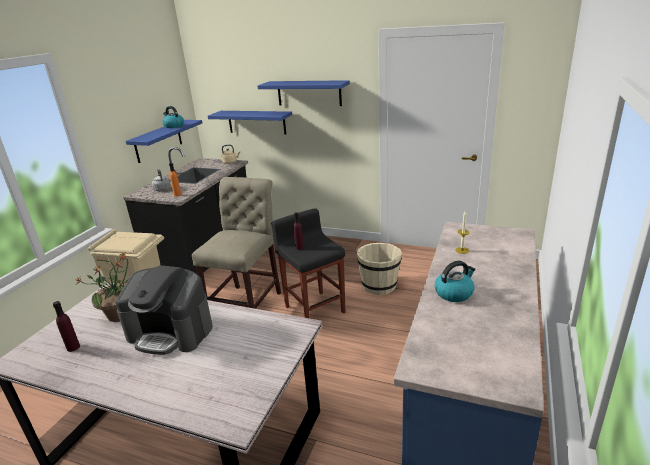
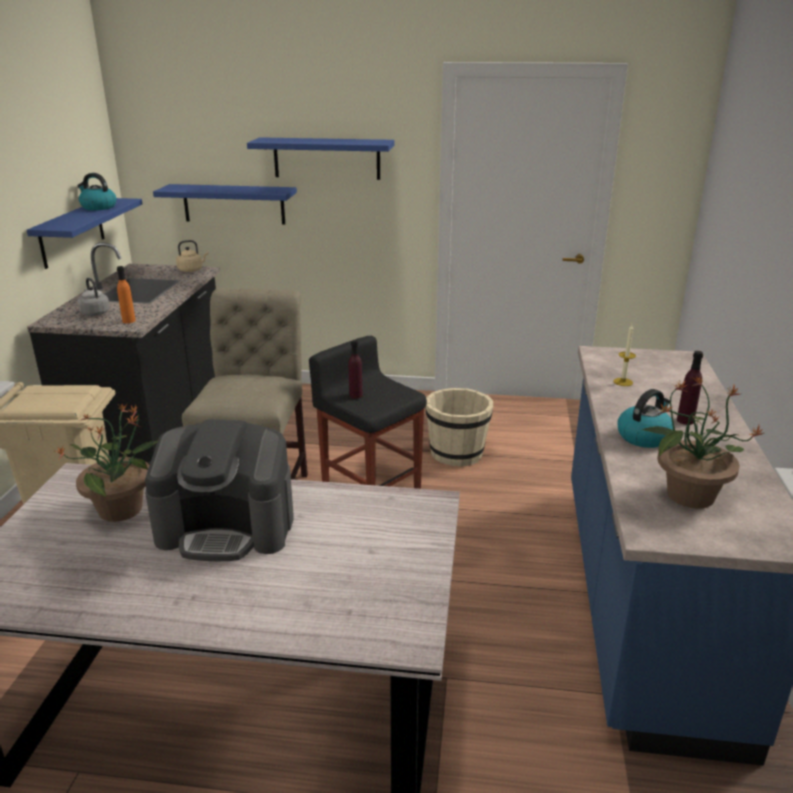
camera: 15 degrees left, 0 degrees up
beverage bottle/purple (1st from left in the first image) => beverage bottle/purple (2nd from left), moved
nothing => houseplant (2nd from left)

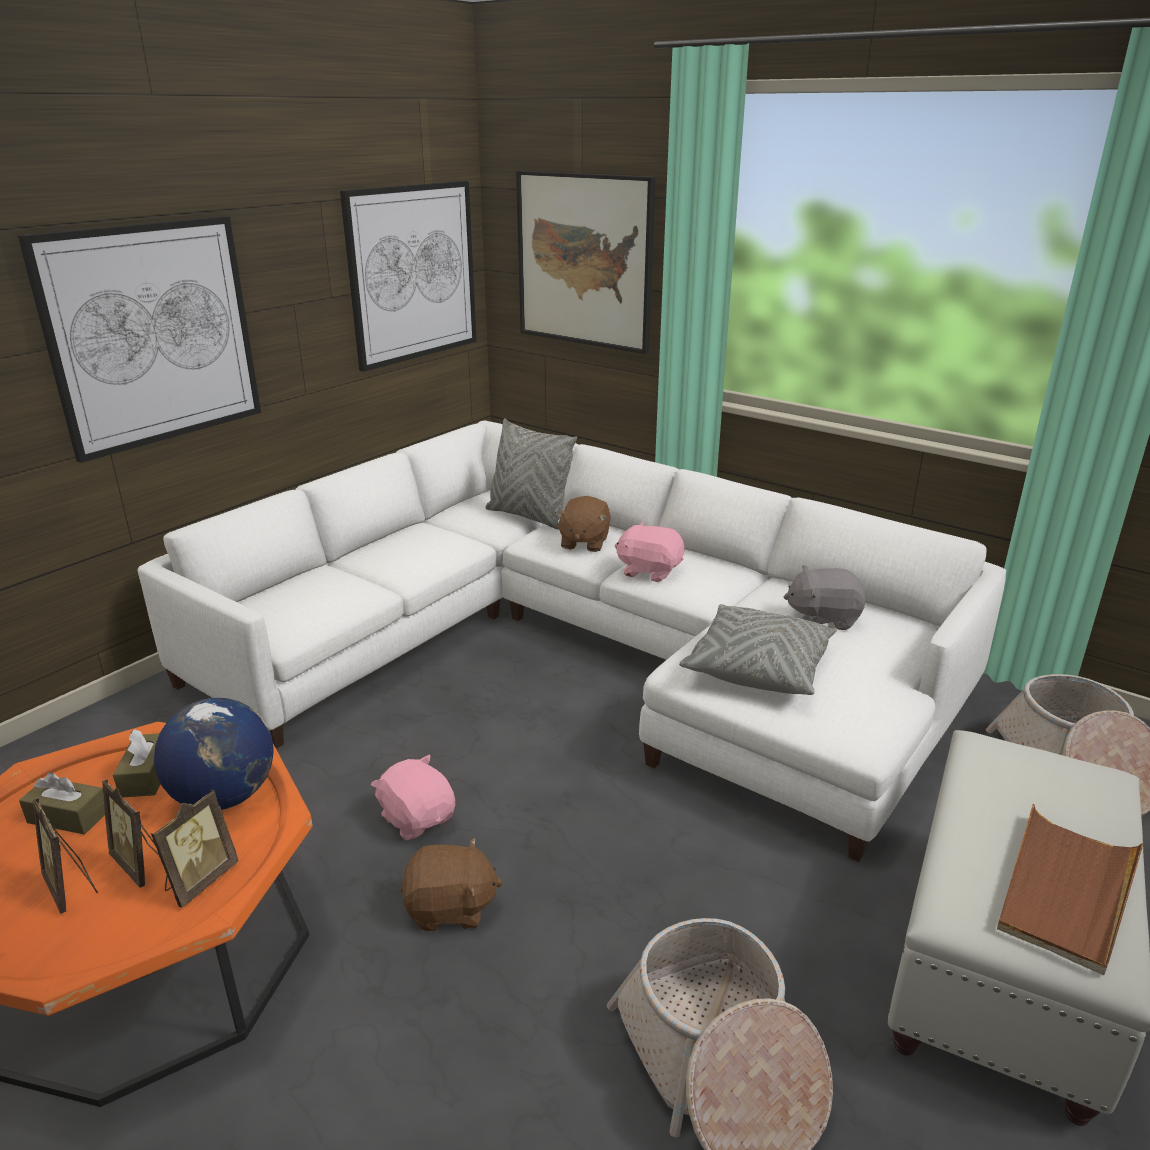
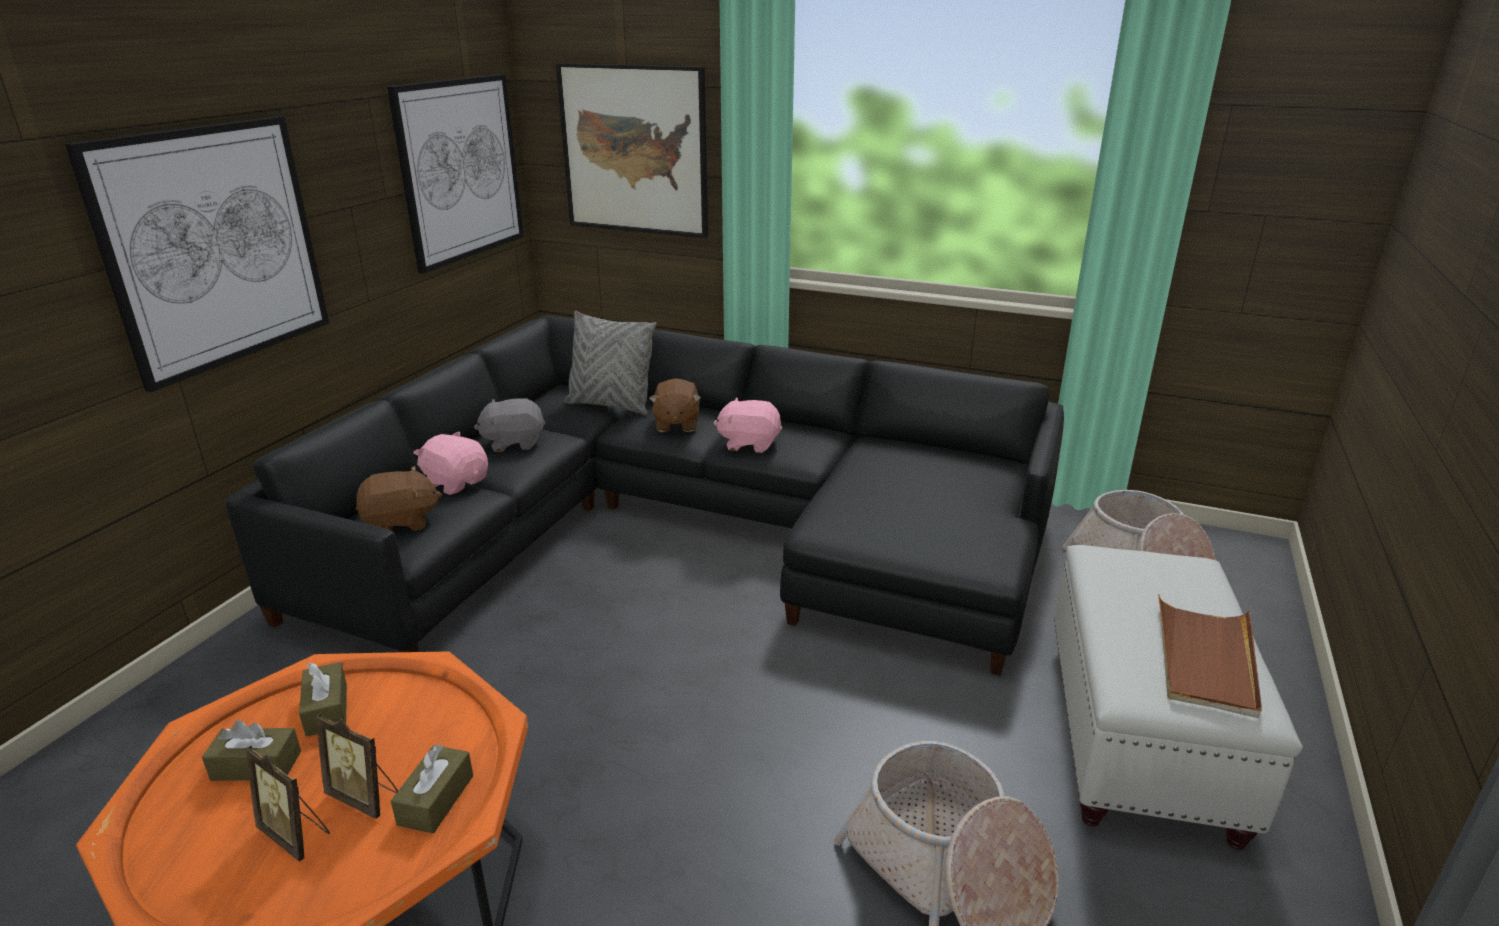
camera: 15 degrees left, 0 degrees up
settee/whitish => settee/black
standing frame (3rd from left) => tissue holder/brown (3rd from left)
desk globe => nothing
soft toy/pink (1st from left), moved
soft toy/brown (1st from left), moved
pillow/grey (2nd from left) => nothing
soft toy/grey, moved

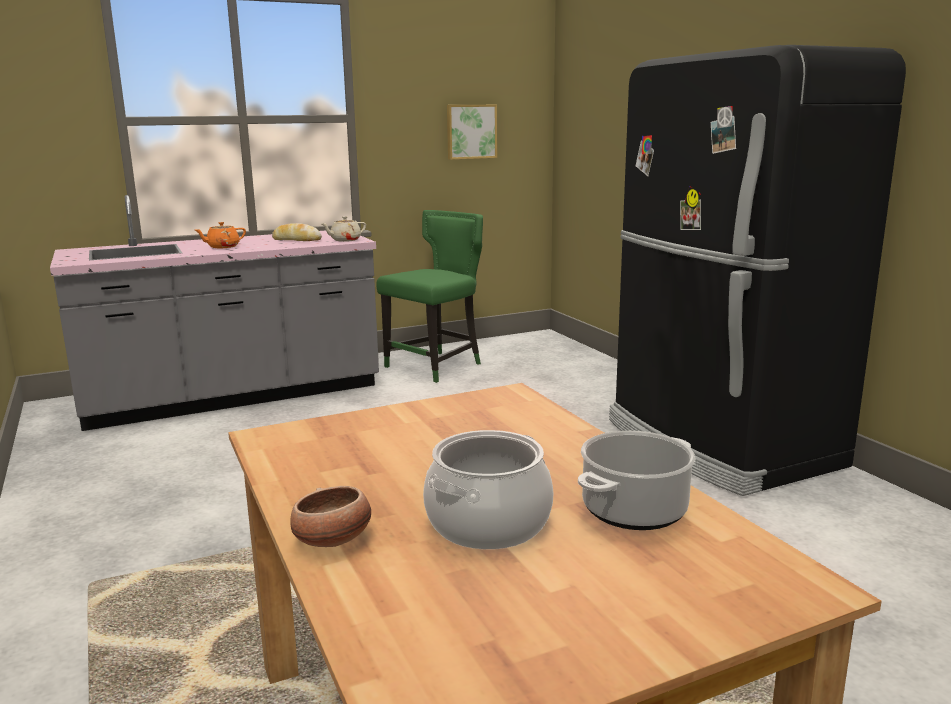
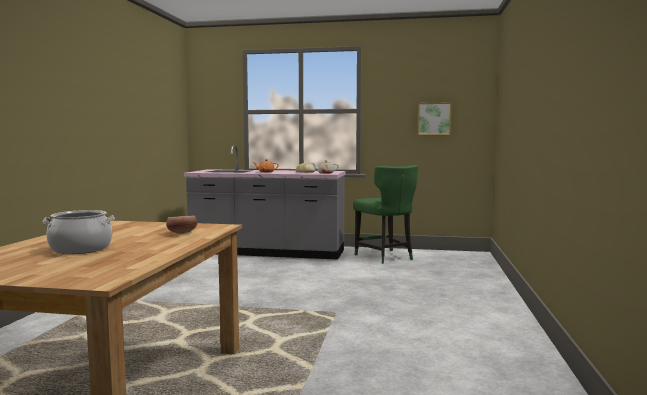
camera: 35 degrees right, 10 degrees down
bowl, moved
upright chair/green, 75 degrees clockwise
saucepot (2nd from left) => nothing
fridge/black => nothing

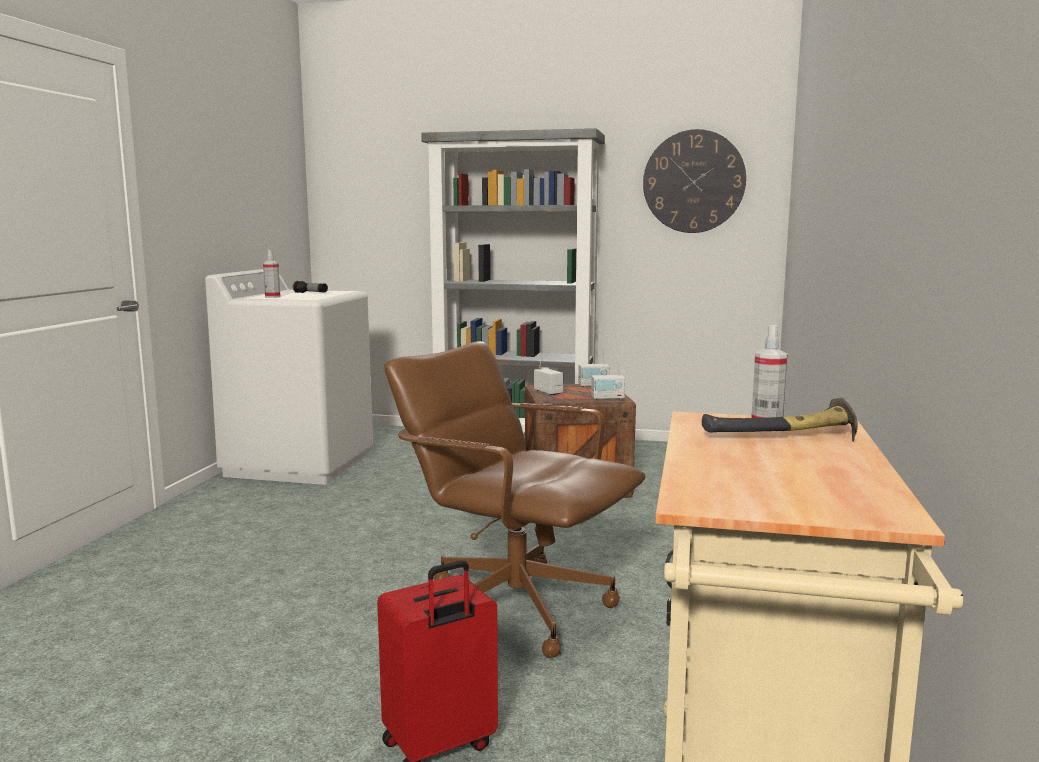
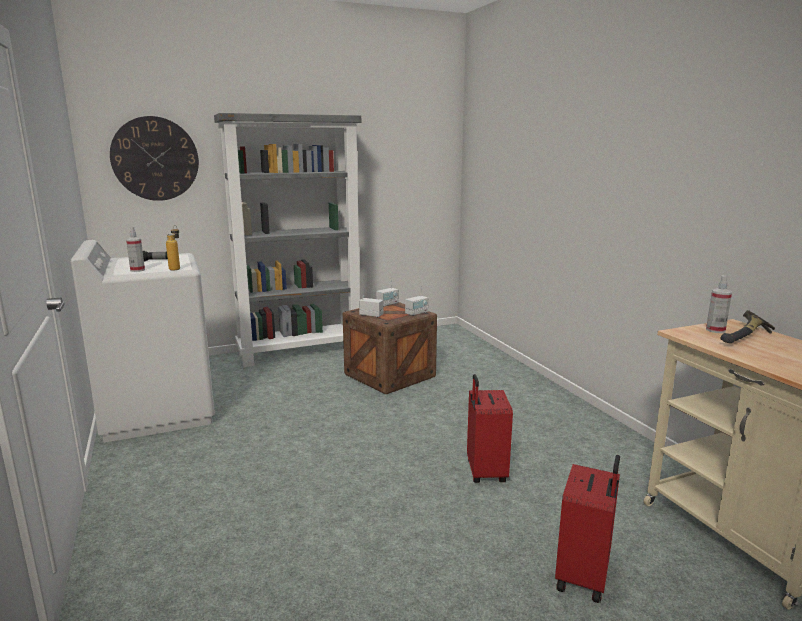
camera: 35 degrees left, 5 degrees up
computer chair/brown => piece of luggage/red-coloured (1st from left)
hanging clock, moved
nothing => beverage bottle

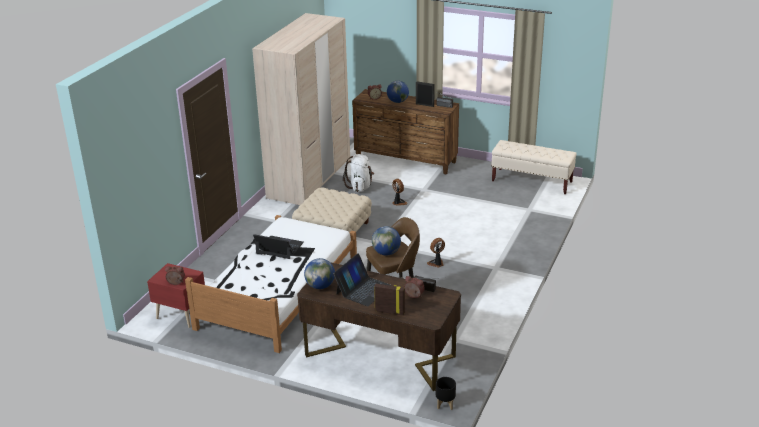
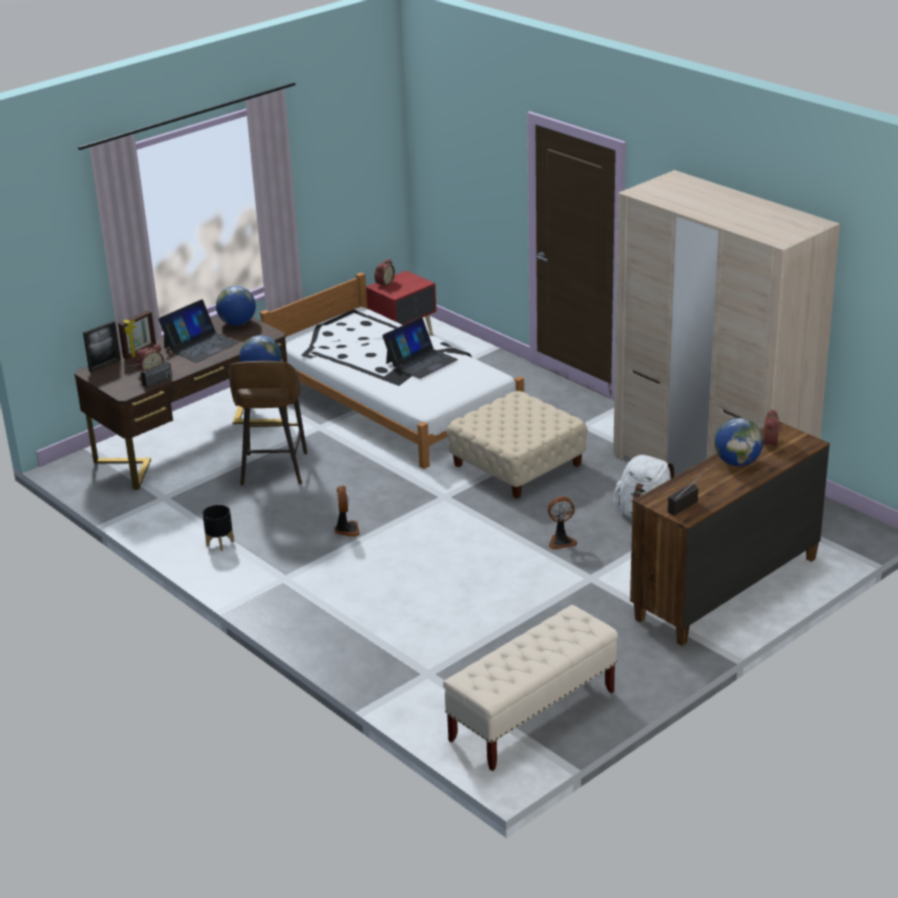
camera: 115 degrees right, 0 degrees up
portable computer (2nd from left in the first image) => portable computer (1st from left), 105 degrees counterclockwise
standing frame (2nd from left in the first image) => standing frame (1st from left), moved
planter/black, moved

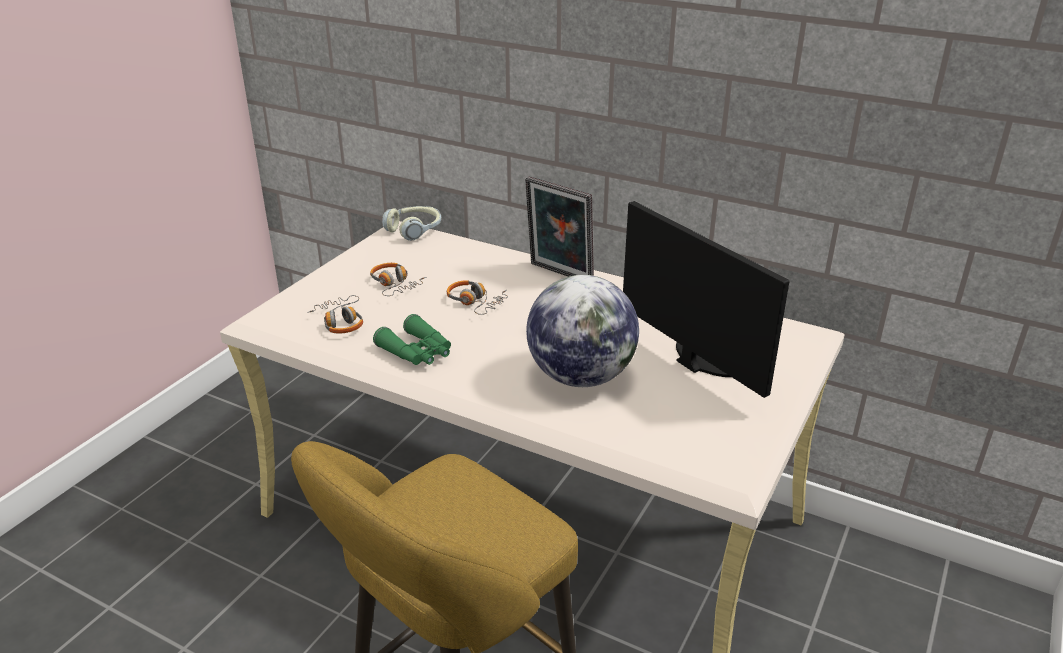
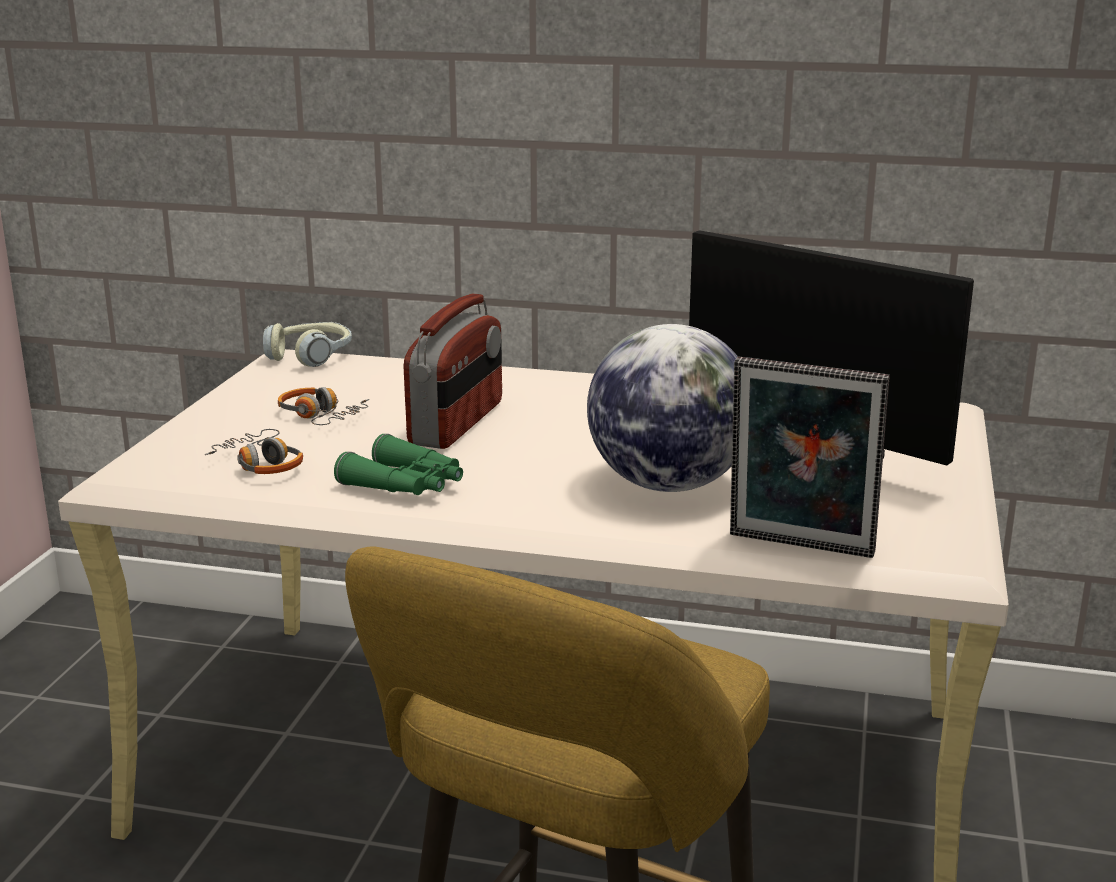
camera: 15 degrees left, 10 degrees down
headset (4th from left) => radio receiver
standing frame, moved

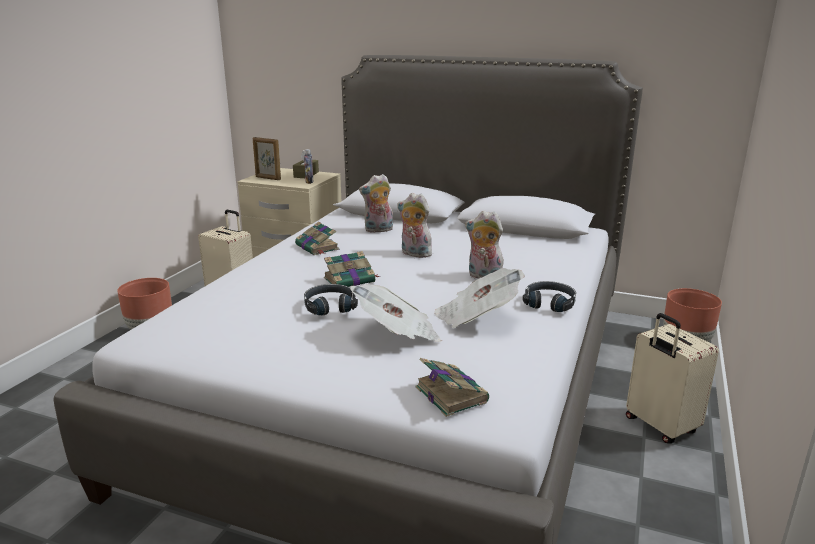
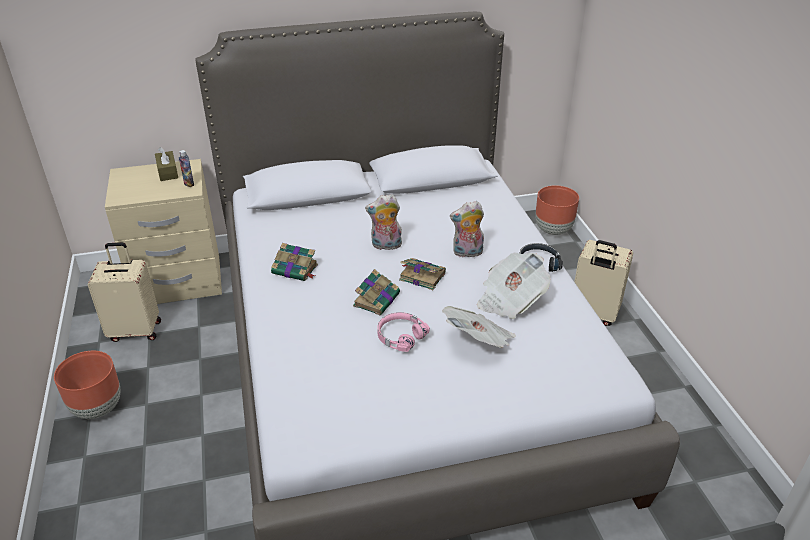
camera: 35 degrees left, 15 degrees up
standing frame => nothing
headset/black (1st from left) => headset/pink
soft toy (1st from left) => nothing
bound book (3rd from left), moved

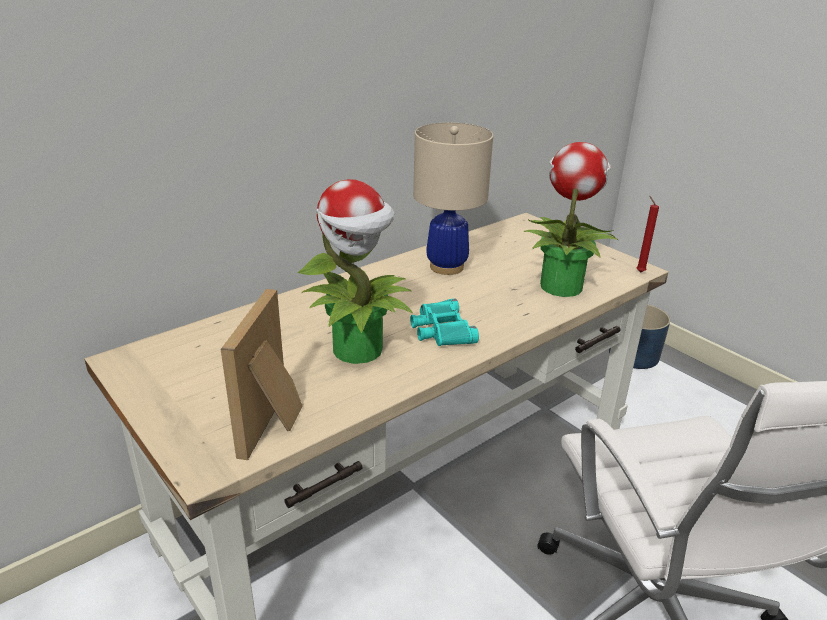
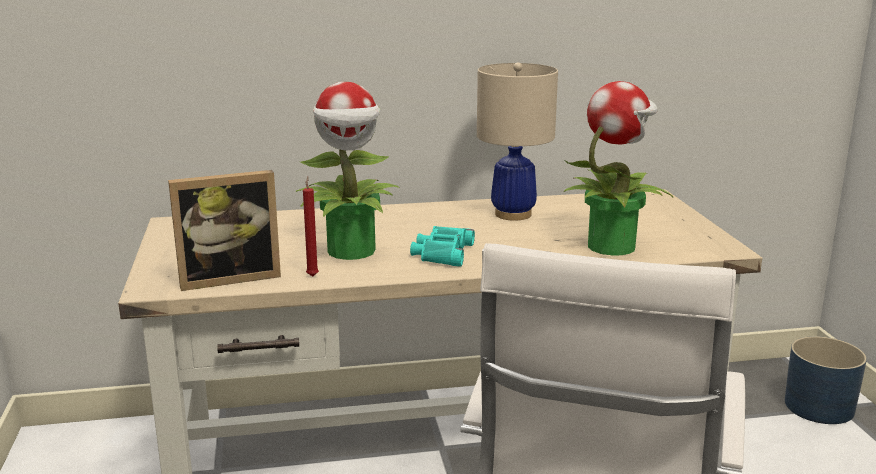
camera: 30 degrees right, 10 degrees down
standing frame, 150 degrees counterclockwise
wax candle/red-coloured, moved

